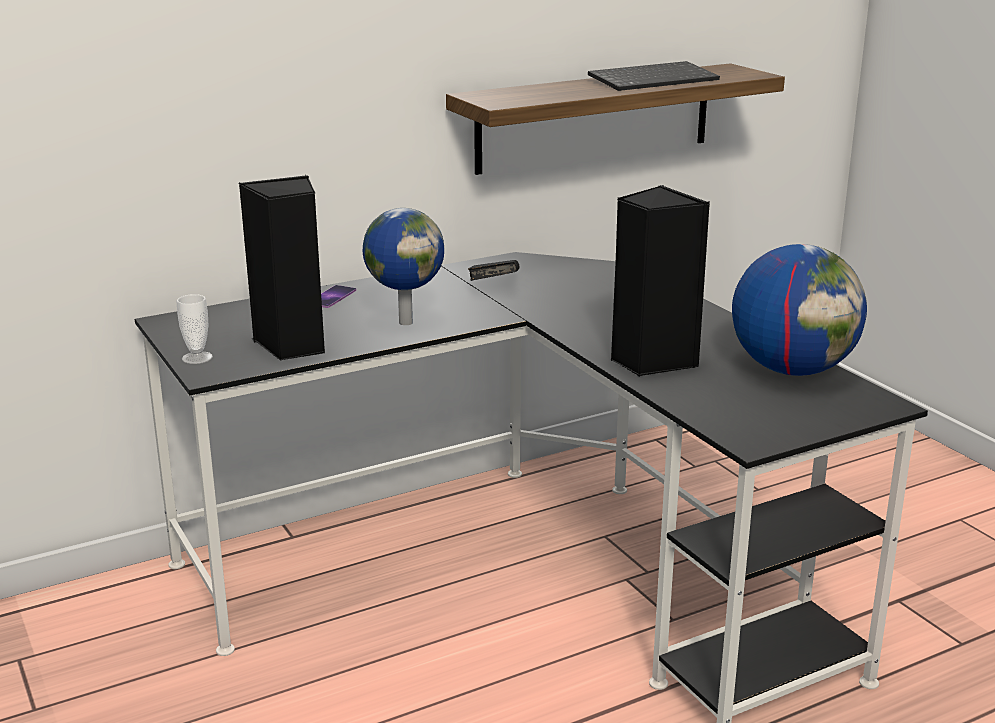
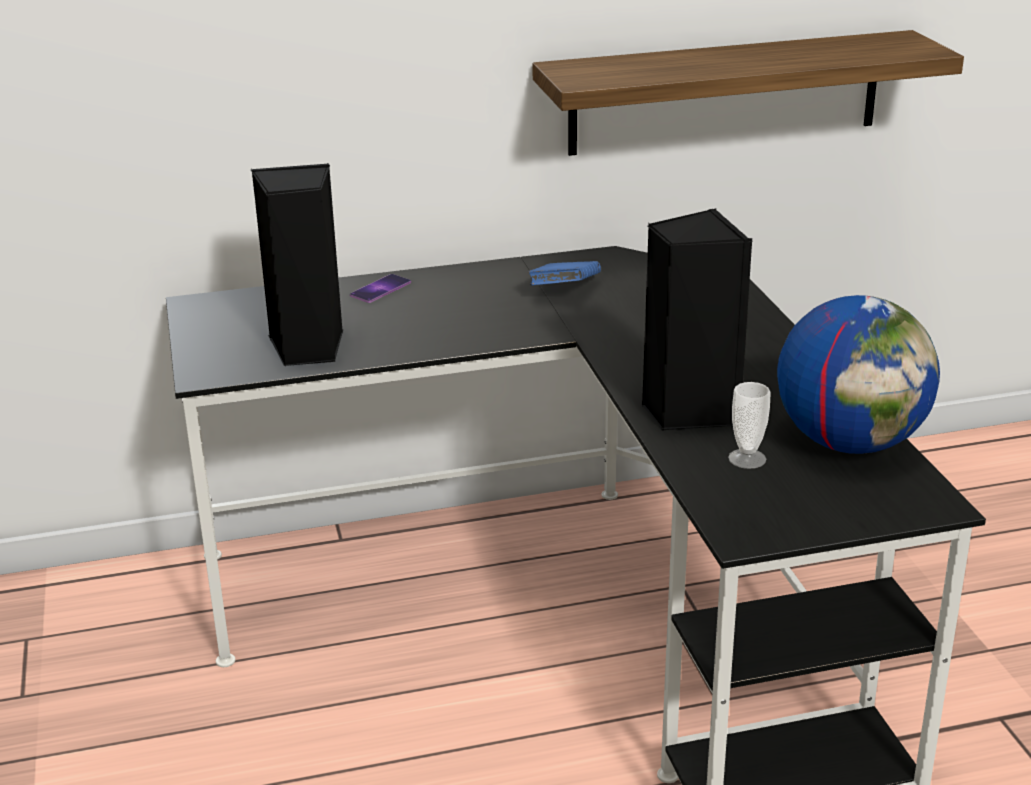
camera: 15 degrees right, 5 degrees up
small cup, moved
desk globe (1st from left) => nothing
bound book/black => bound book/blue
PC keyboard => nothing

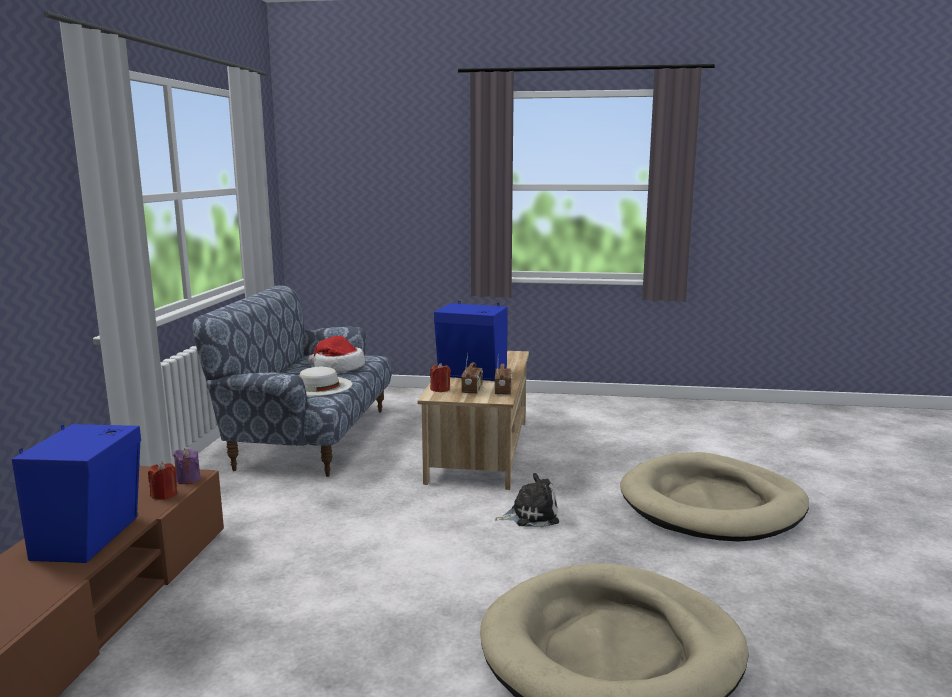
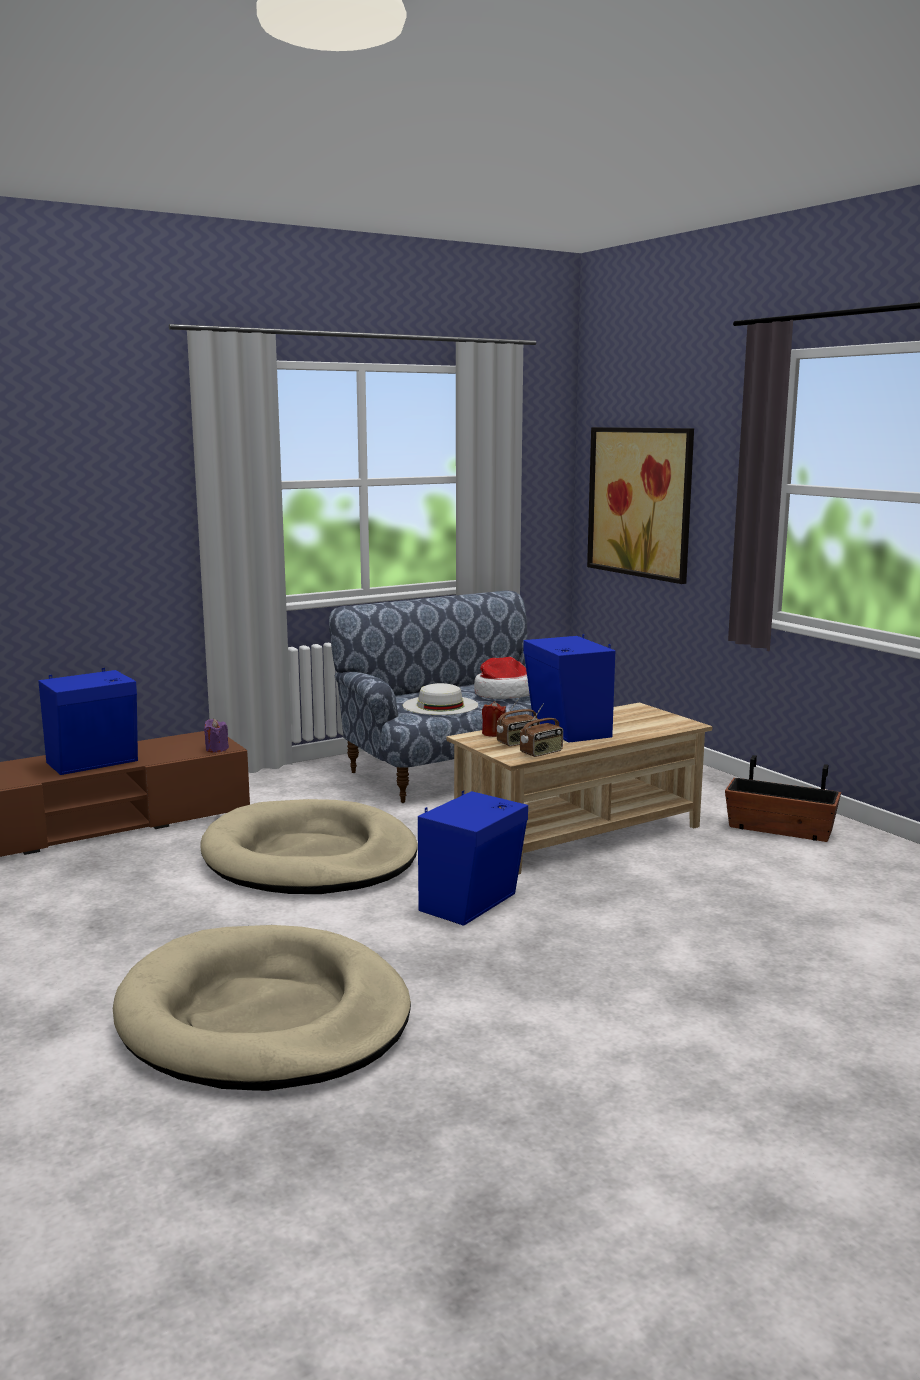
camera: 50 degrees right, 0 degrees up
wax candle/red-coloured (1st from left) => nothing
soft toy => loudspeaker/blue (2nd from left)
pet bed/beige (2nd from left), moved
nothing => wall art
nothing => planter

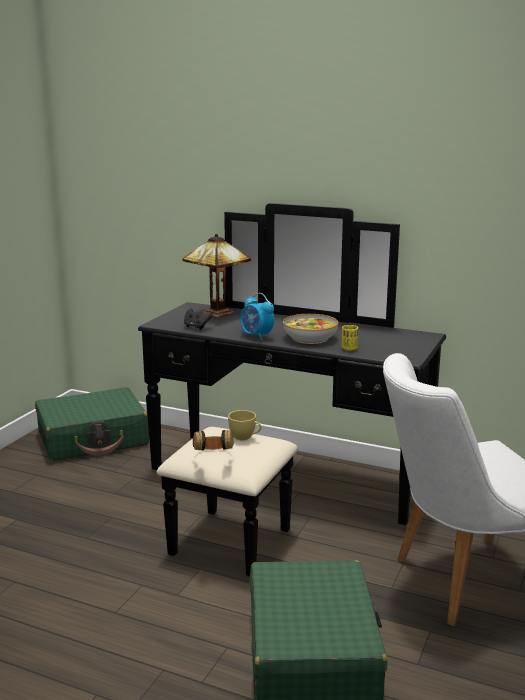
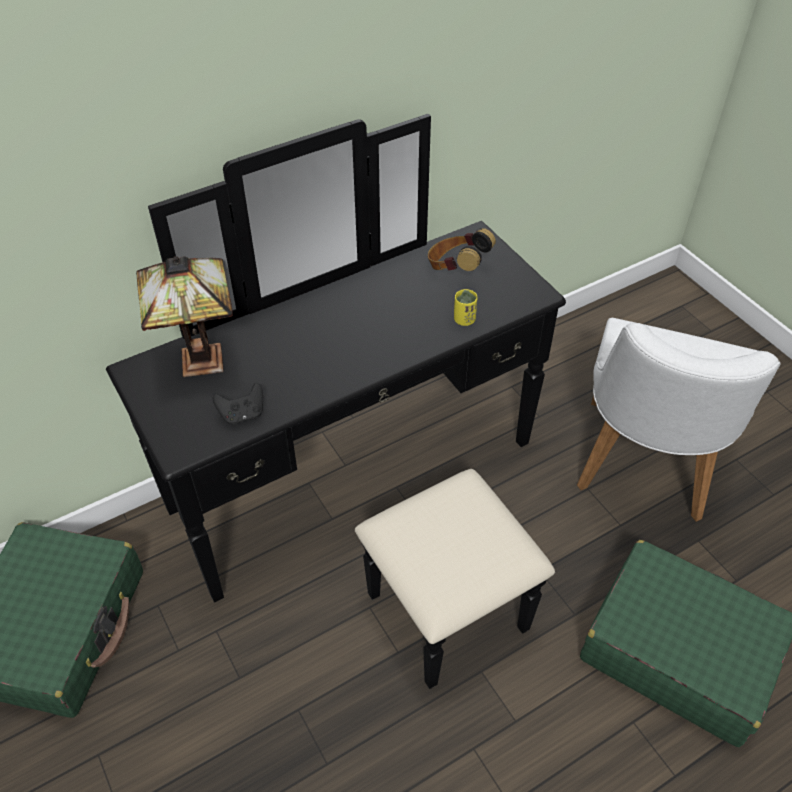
camera: 55 degrees left, 30 degrees up
headset, moved
small cup/yellow (1st from left) => nothing
table clock => nothing
bowl => nothing

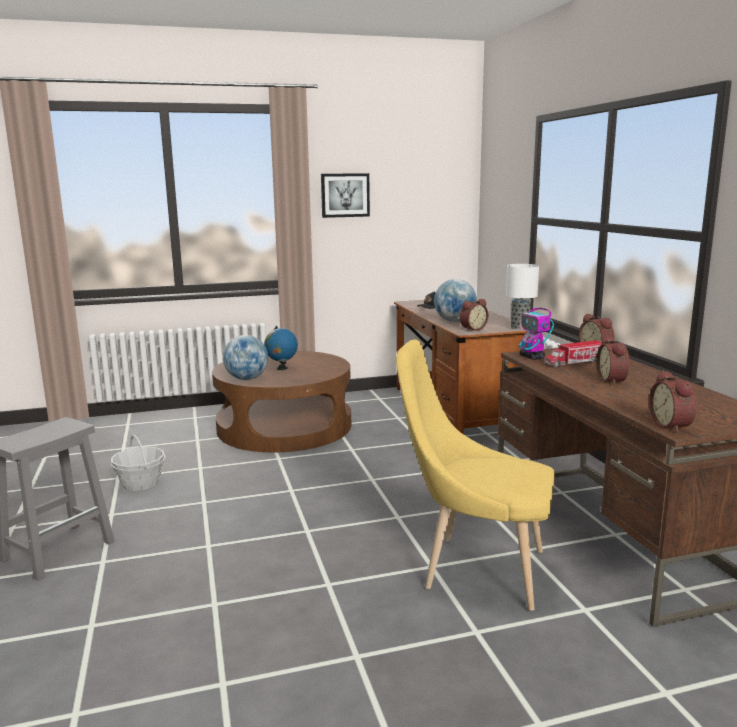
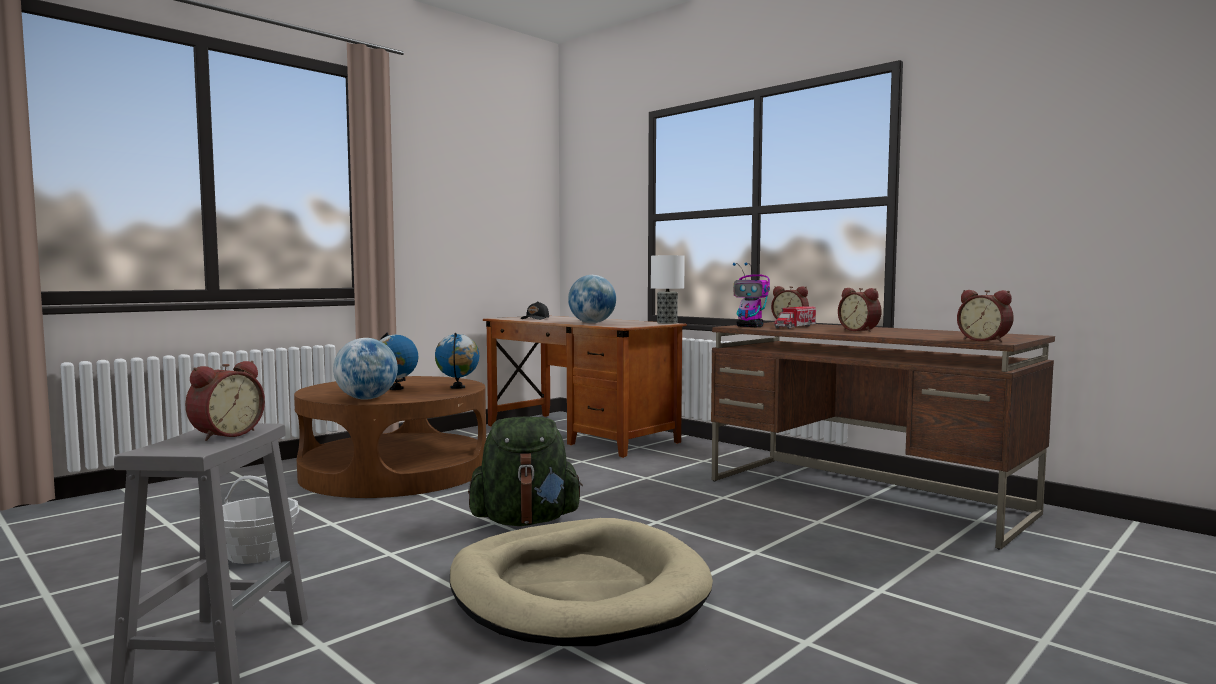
camera: 30 degrees left, 10 degrees down
wall art => nothing
upright chair/yellow => nothing
table clock (1st from left), moved
nothing => desk globe (3rd from left)
nothing => pet bed/beige
nothing => knapsack/green

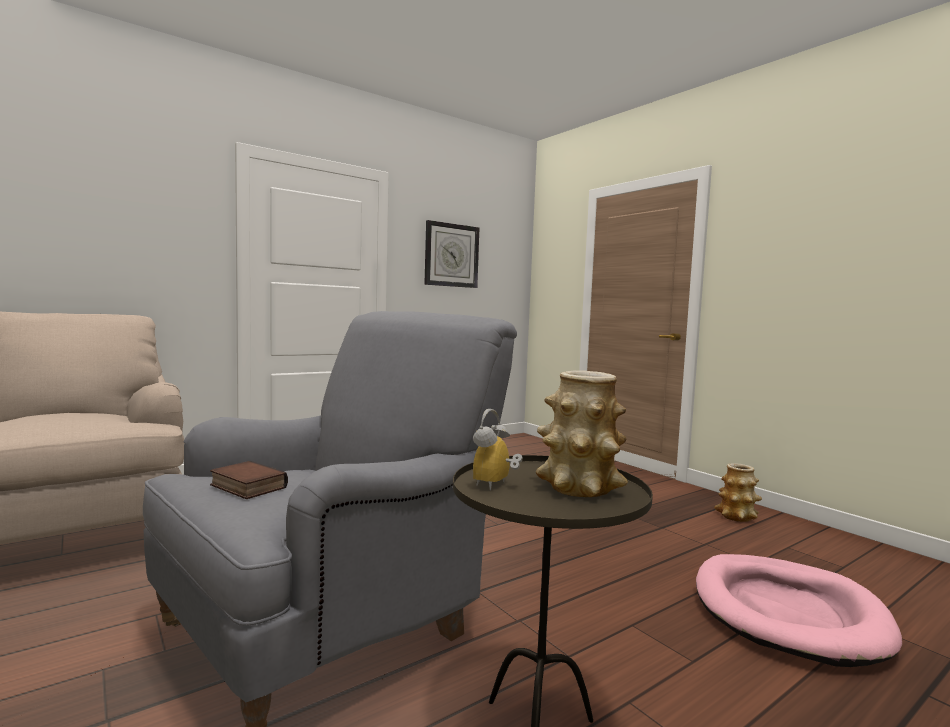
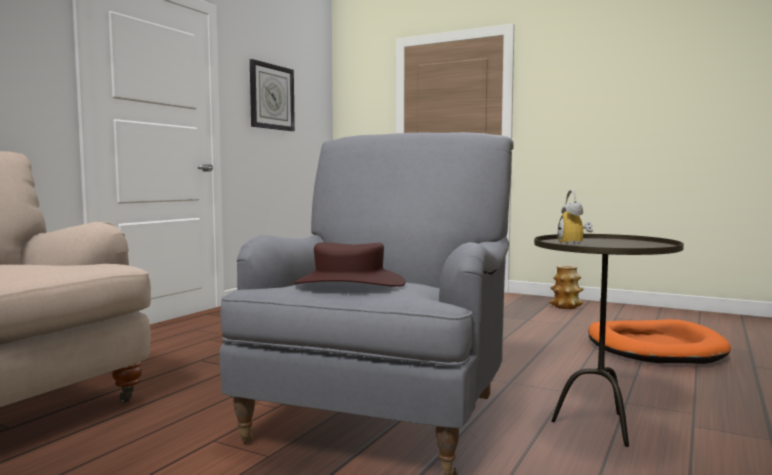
camera: 25 degrees left, 0 degrees up
bound book => clothing hat/brown
flower vase (1st from left) => nothing
pet bed/pink => pet bed/orange-coloured

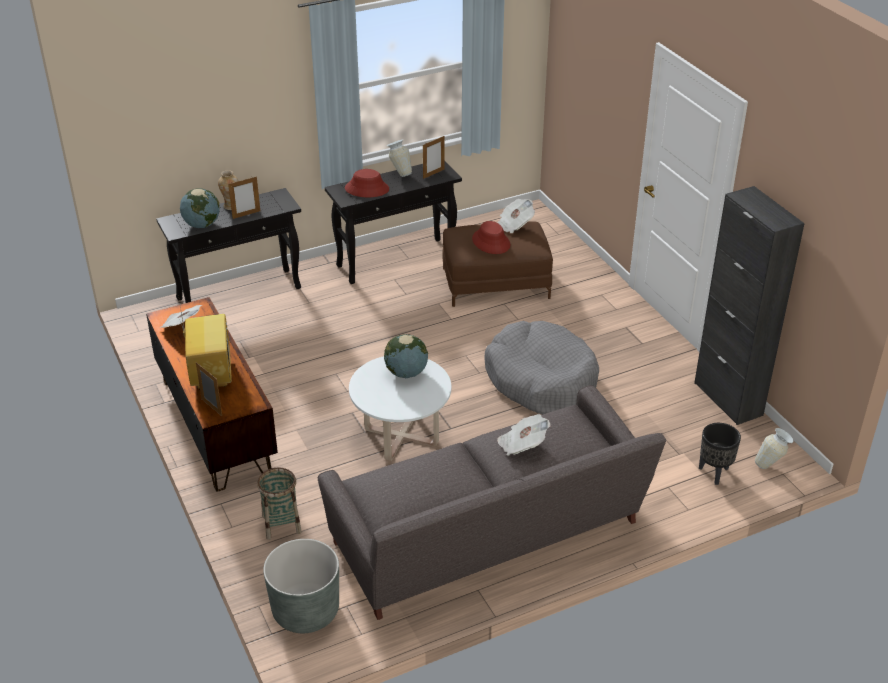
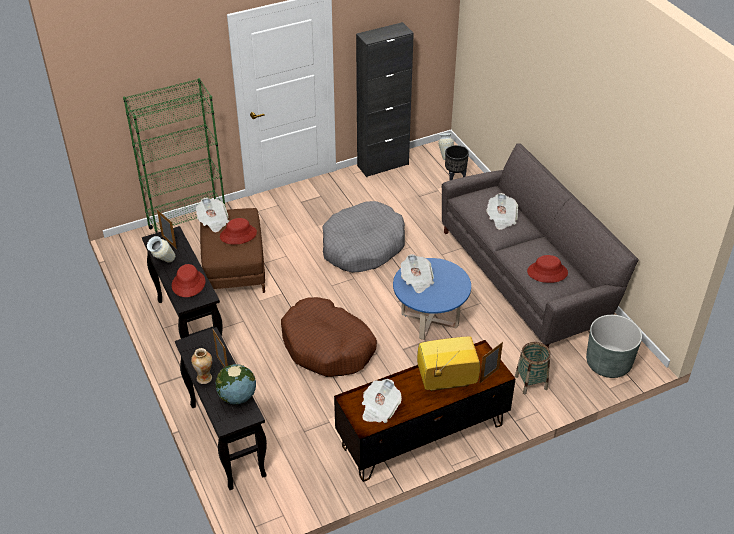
camera: 90 degrees left, 5 degrees up
low table/whitish => low table/blue
desk globe (2nd from left) => daily paper (3rd from left)
nothing => bookcase/green
nothing => pet bed/brown
nothing => clothing hat/red-coloured (3rd from left)

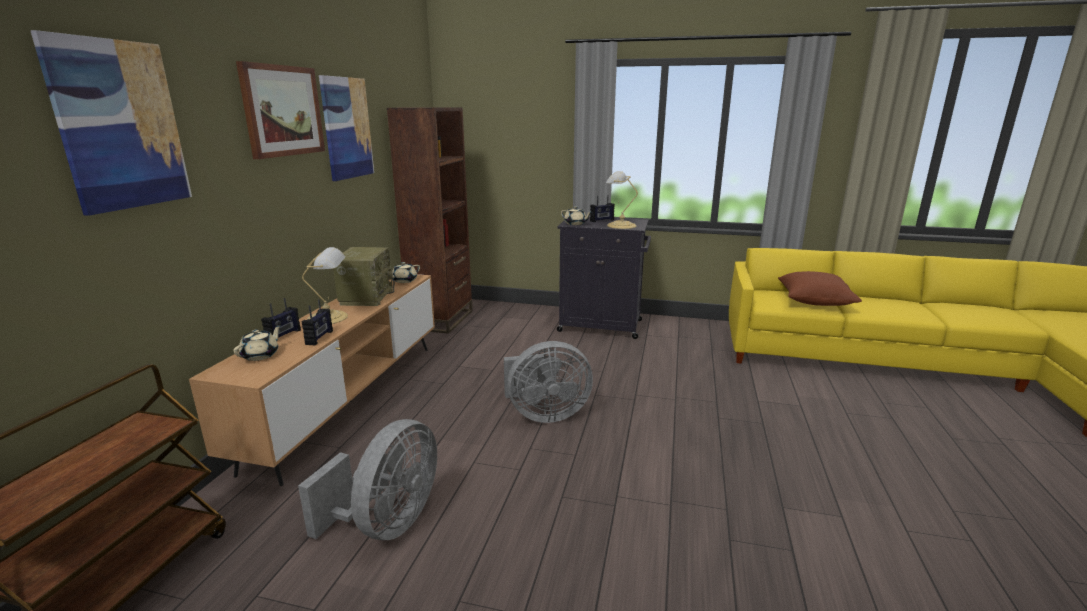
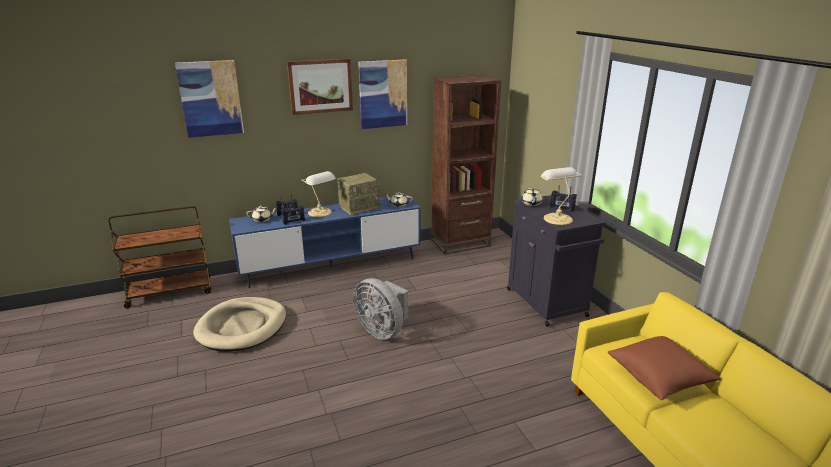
camera: 55 degrees right, 5 degrees up
tv unit/brown => tv unit/blue
cooling fan/grey (1st from left) => pet bed/beige

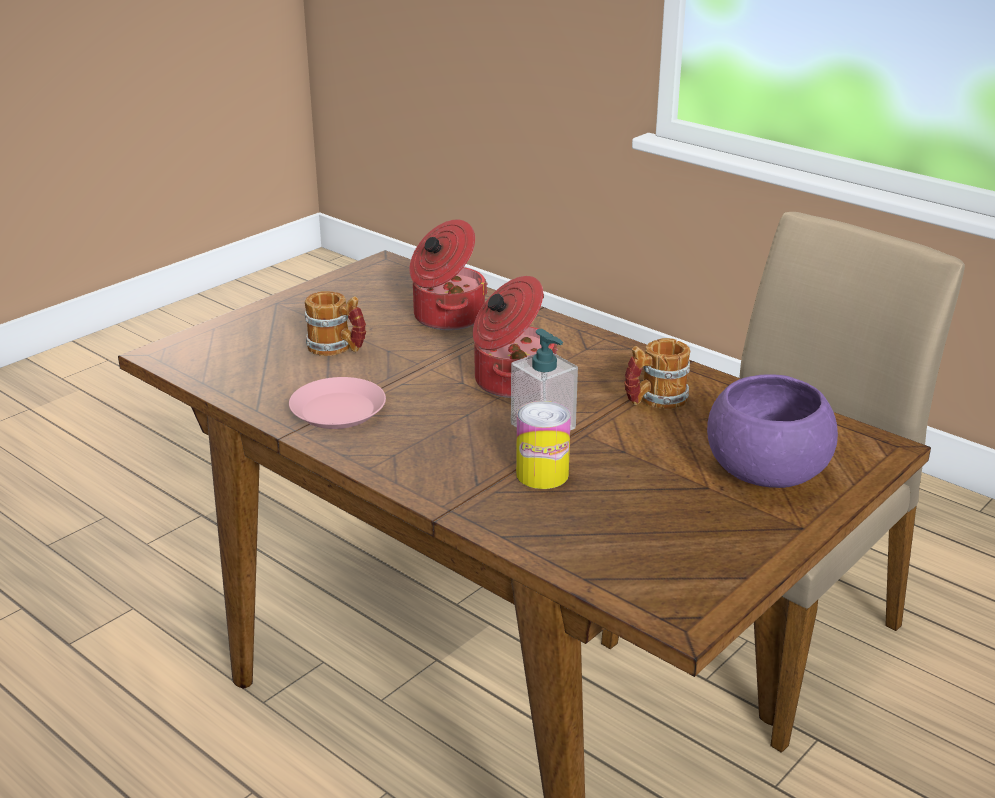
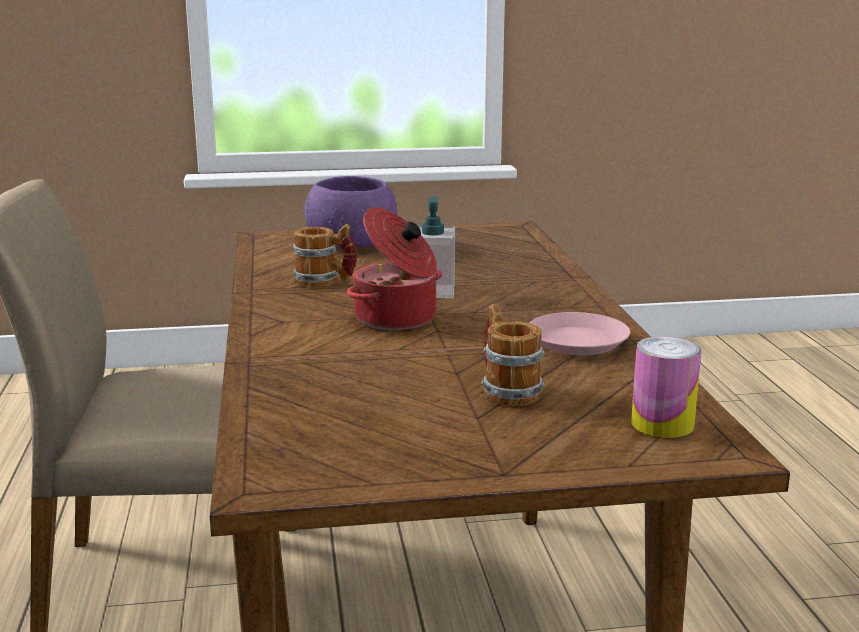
camera: 140 degrees left, 10 degrees down
saucepot (1st from left) => nothing
can, moved

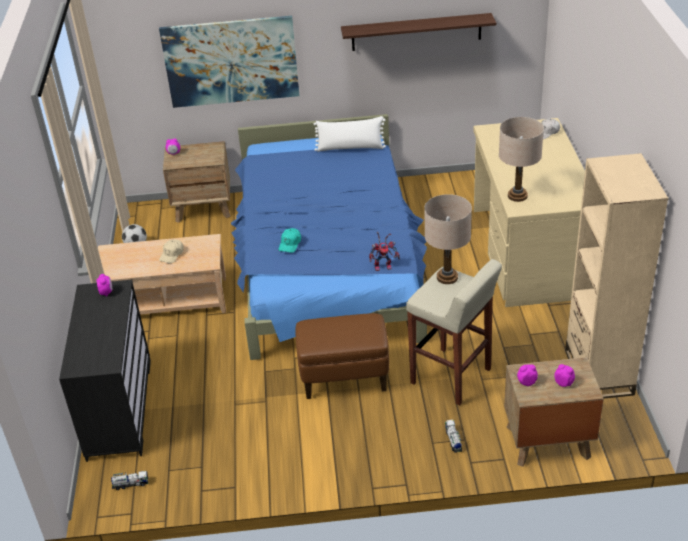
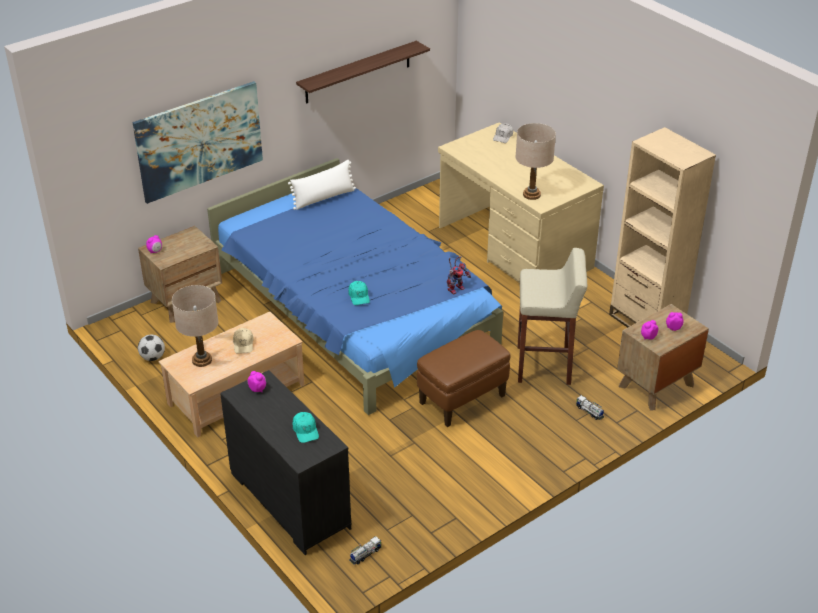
camera: 35 degrees left, 0 degrees up
tabletop lamp/beige (1st from left), moved
nothing => peaked cap/turquoise (1st from left)

